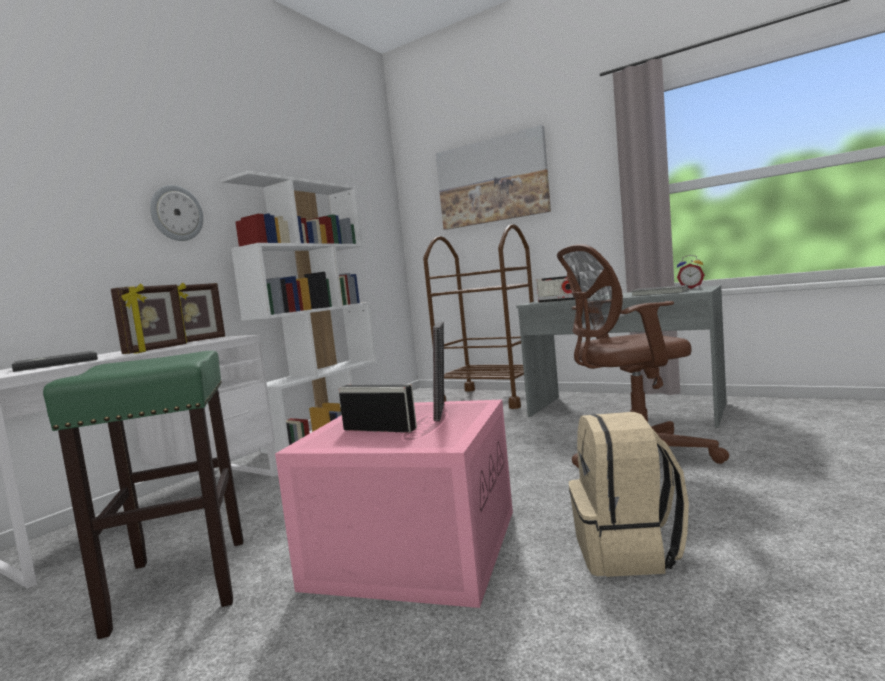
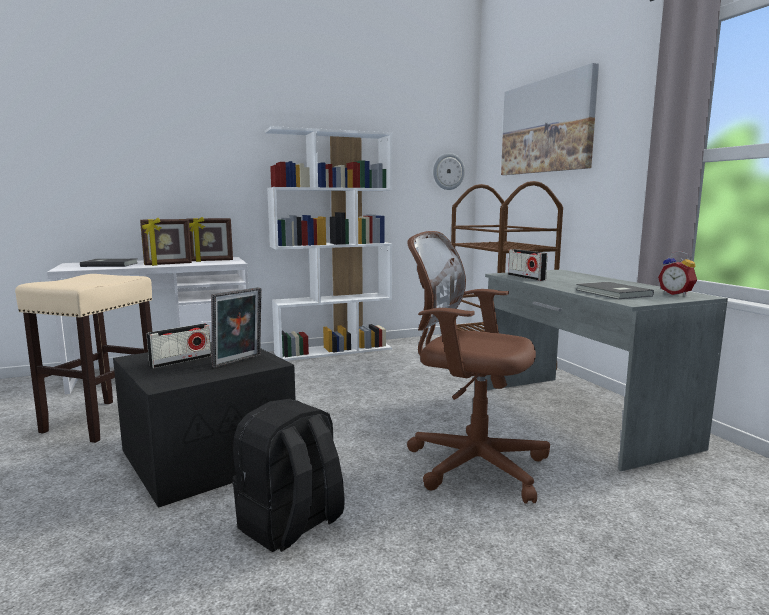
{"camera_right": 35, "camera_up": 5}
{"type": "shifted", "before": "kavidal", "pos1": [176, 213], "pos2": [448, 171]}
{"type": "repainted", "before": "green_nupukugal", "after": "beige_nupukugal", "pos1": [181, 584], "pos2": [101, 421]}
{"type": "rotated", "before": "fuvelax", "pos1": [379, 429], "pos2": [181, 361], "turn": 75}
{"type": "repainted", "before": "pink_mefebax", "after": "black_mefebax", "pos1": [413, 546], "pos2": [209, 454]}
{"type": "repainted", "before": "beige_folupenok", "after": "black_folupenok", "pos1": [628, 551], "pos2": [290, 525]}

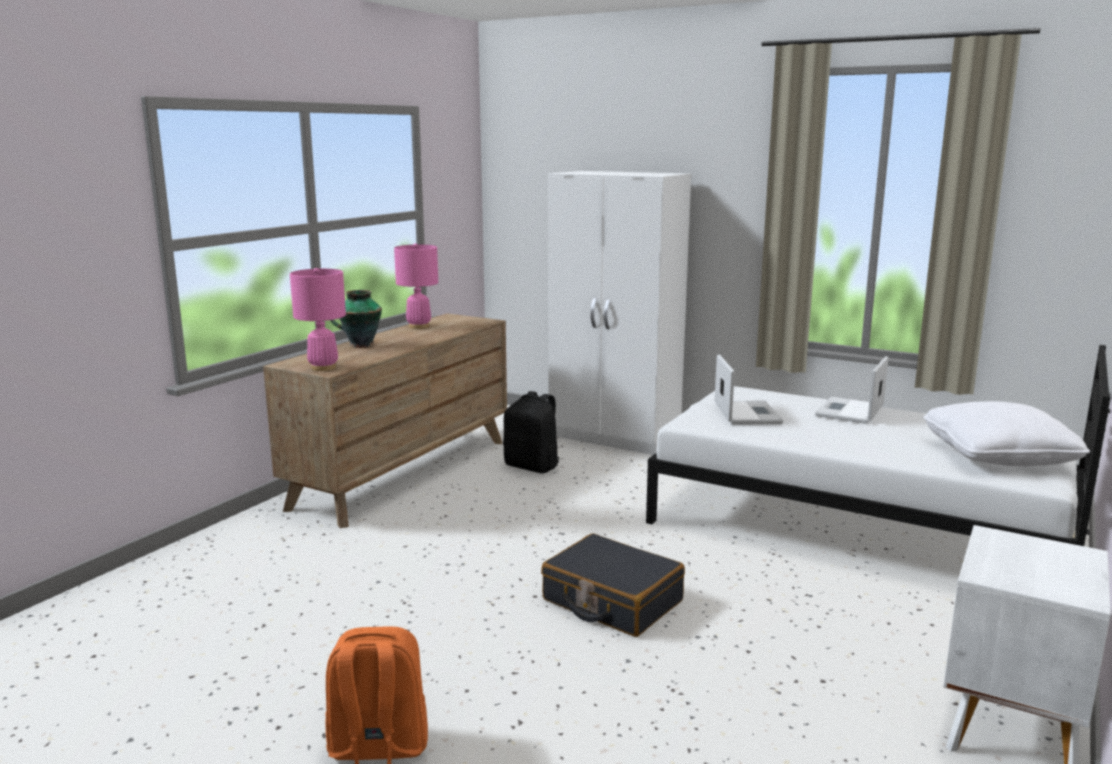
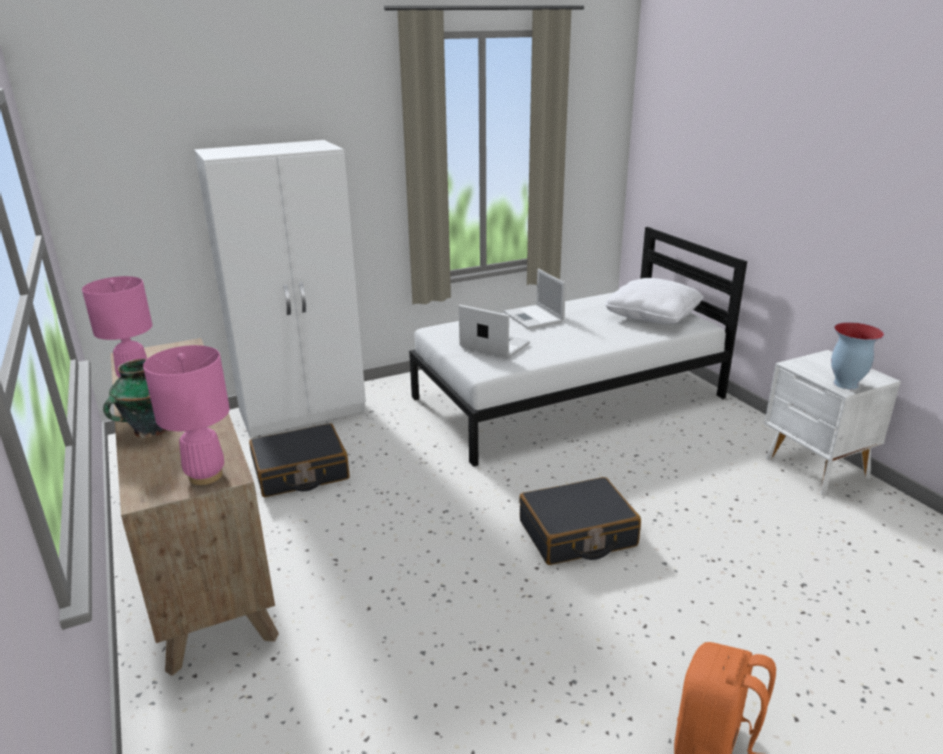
{"camera_right": -55, "camera_up": 10}
{"type": "swapped", "before": "black_folupenok", "after": "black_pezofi", "pos1": [532, 466], "pos2": [300, 472]}
{"type": "new", "after": "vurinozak", "pos2": [845, 384]}

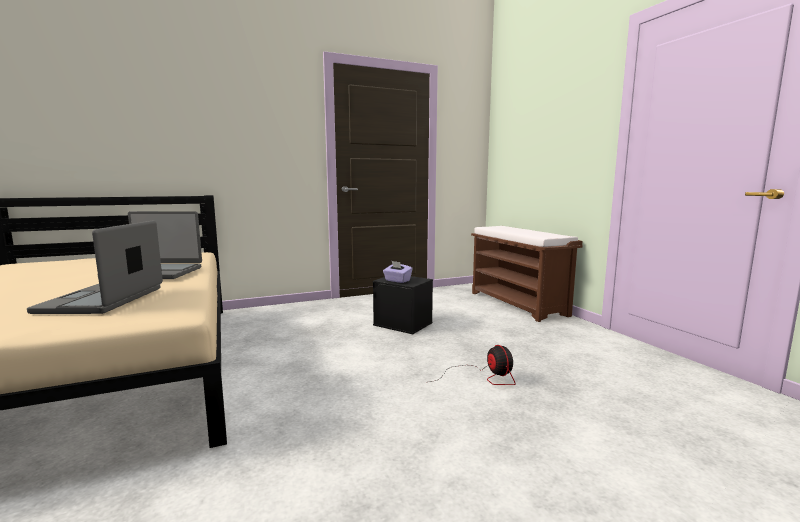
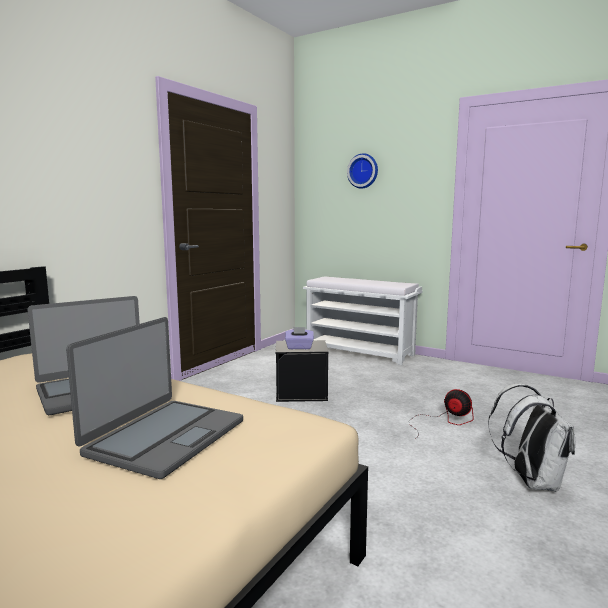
{"camera_right": -35, "camera_up": 0}
{"type": "rotated", "before": "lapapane", "pos1": [104, 300], "pos2": [164, 437], "turn": -120}
{"type": "repainted", "before": "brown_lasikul", "after": "white_lasikul", "pos1": [518, 304], "pos2": [360, 352]}
{"type": "new", "after": "kavidal", "pos2": [363, 171]}
{"type": "new", "after": "white_folupenok", "pos2": [531, 481]}

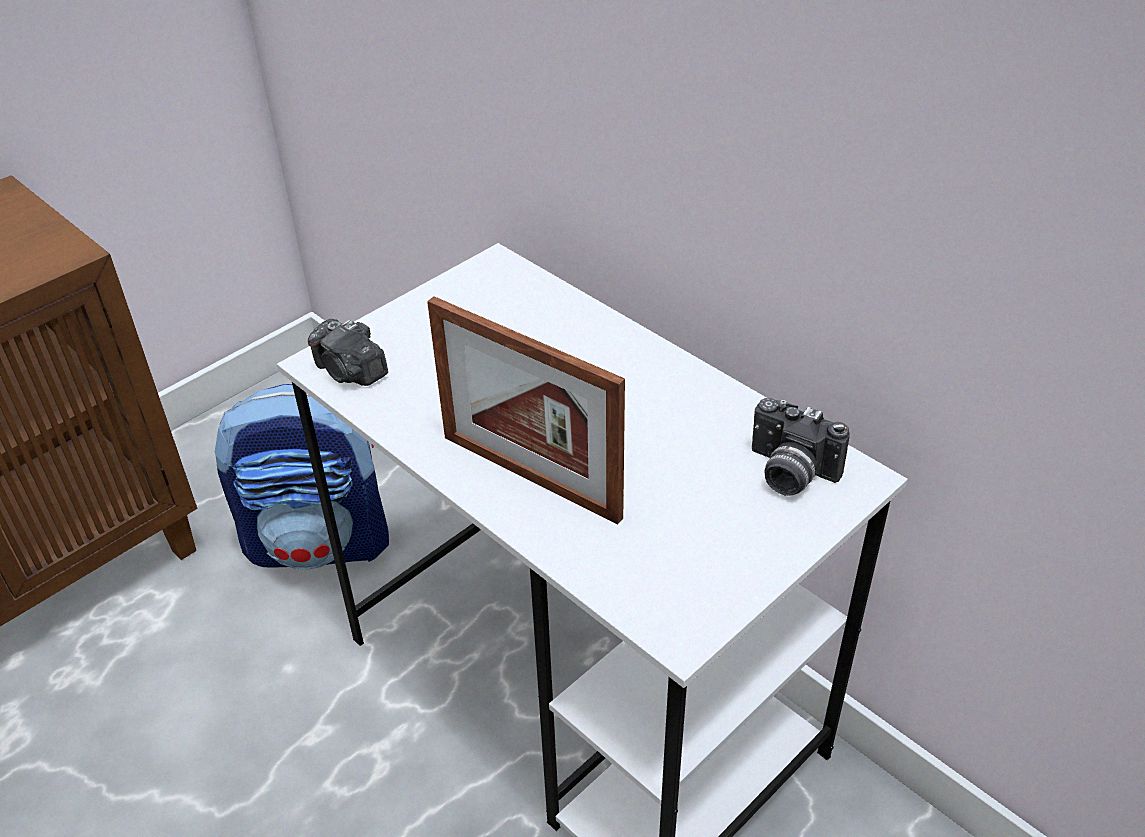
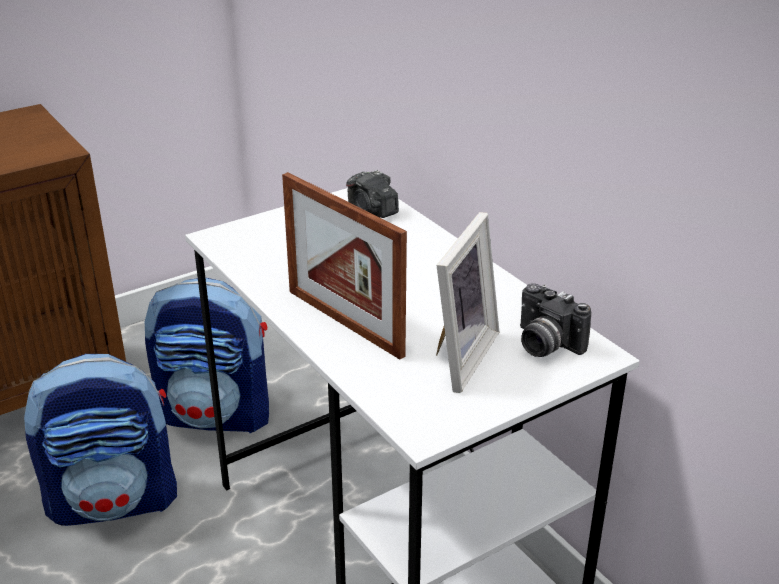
{"camera_right": 10, "camera_up": -10}
{"type": "shifted", "before": "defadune", "pos1": [350, 372], "pos2": [372, 210]}
{"type": "new", "after": "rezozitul", "pos2": [456, 356]}
{"type": "new", "after": "folupenok", "pos2": [115, 500]}

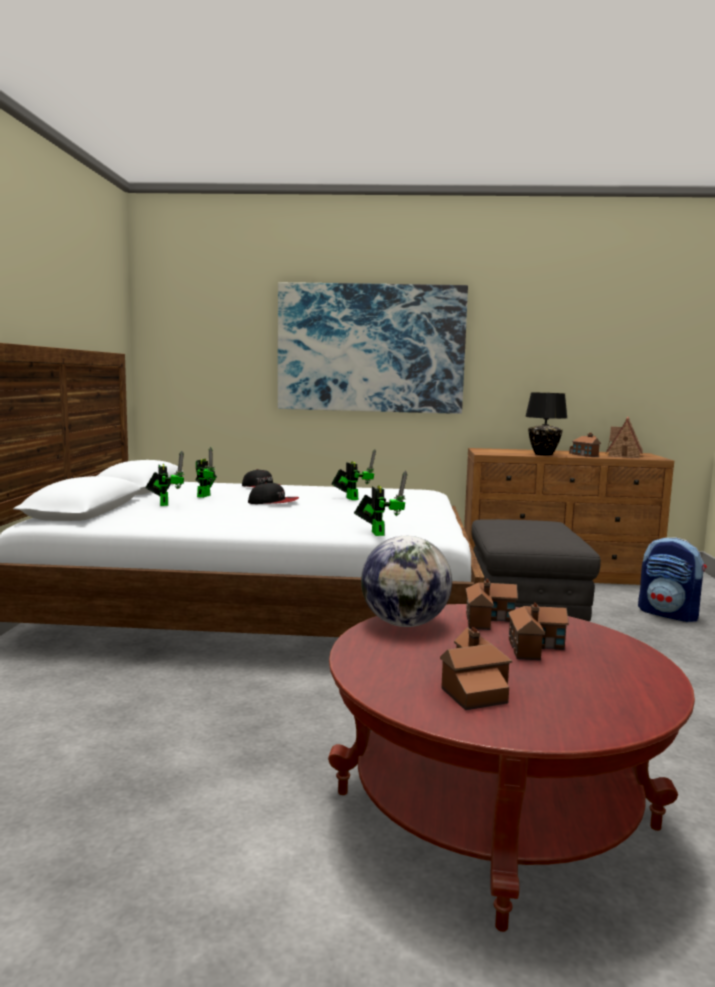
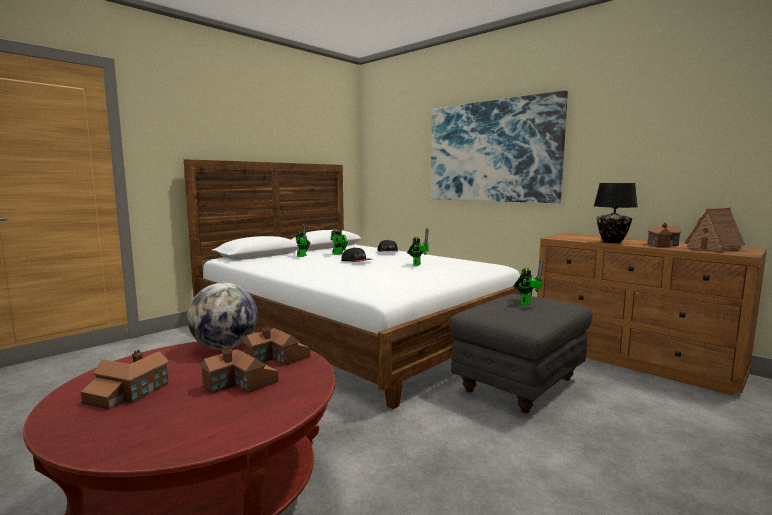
{"camera_right": 40, "camera_up": 0}
{"type": "shifted", "before": "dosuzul", "pos1": [377, 533], "pos2": [526, 303]}
{"type": "gone", "before": "folupenok", "pos1": [669, 614]}

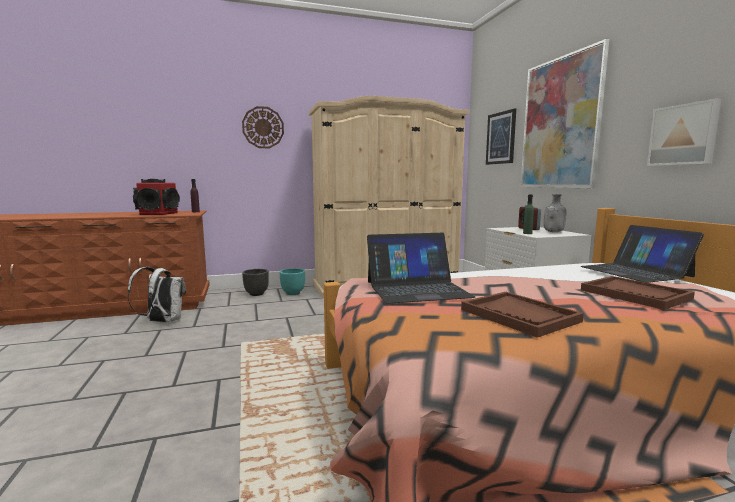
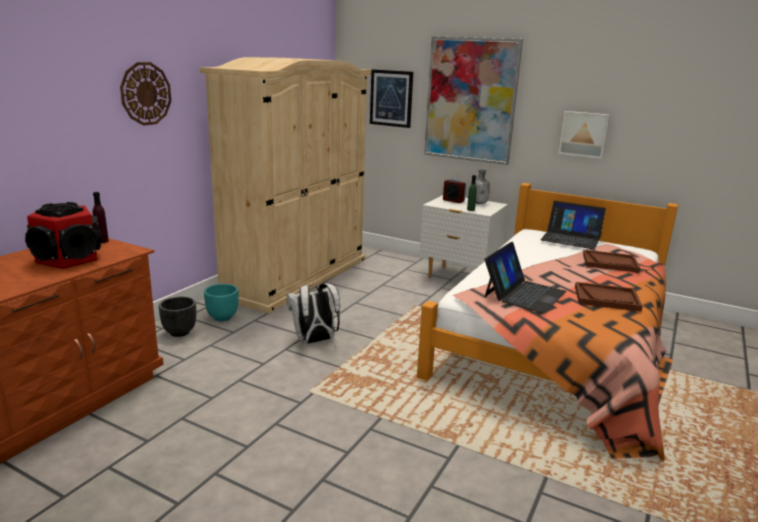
{"camera_right": -45, "camera_up": 10}
{"type": "shifted", "before": "white_folupenok", "pos1": [162, 321], "pos2": [314, 341]}

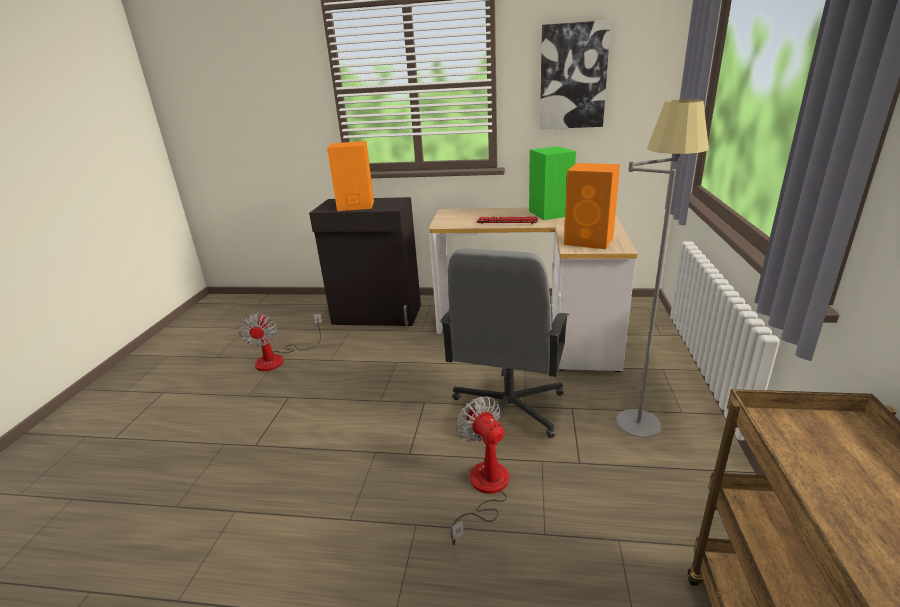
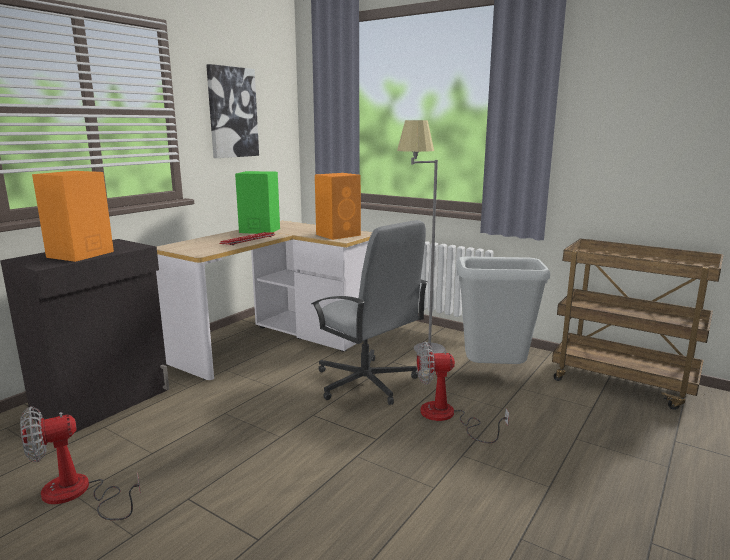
{"camera_right": -65, "camera_up": -10}
{"type": "rotated", "before": "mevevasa", "pos1": [279, 358], "pos2": [77, 494], "turn": 135}
{"type": "new", "after": "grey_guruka", "pos2": [494, 372]}

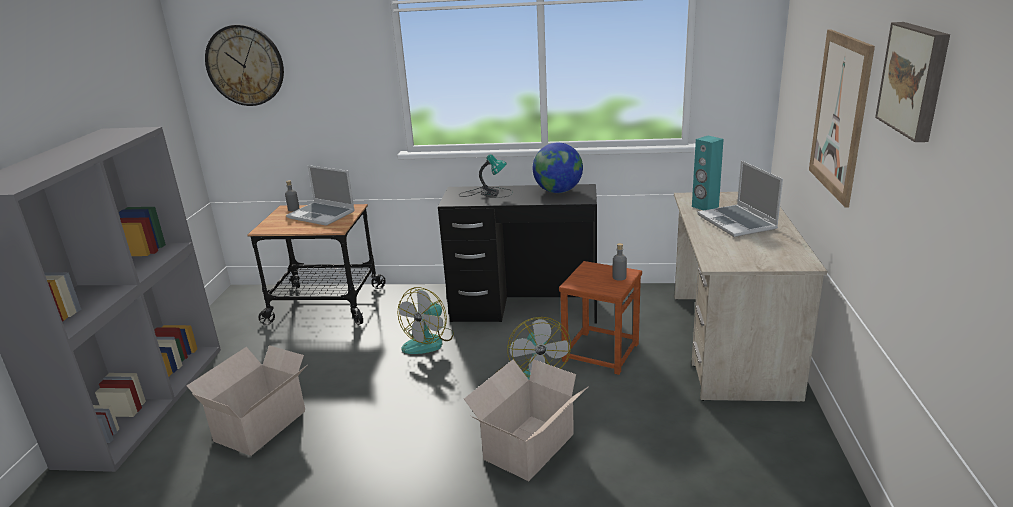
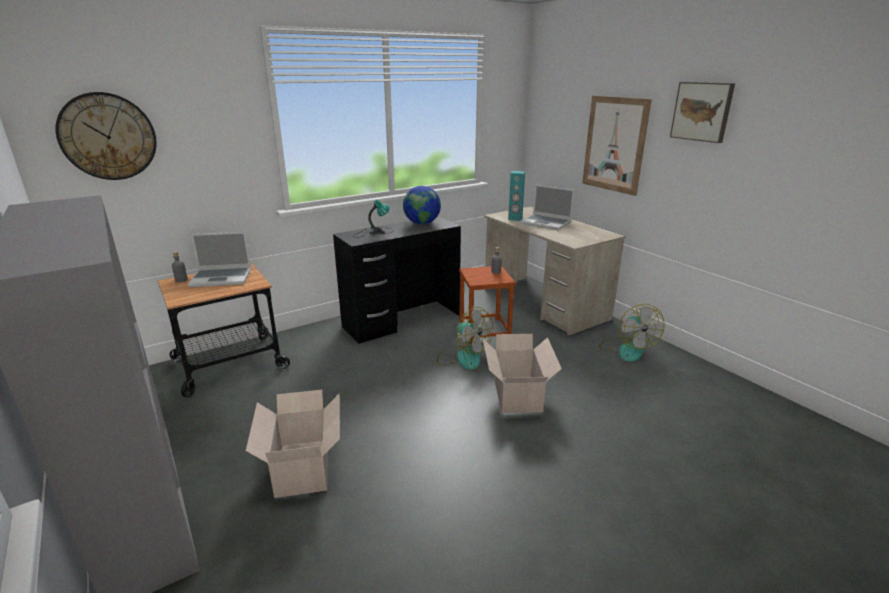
{"camera_right": -40, "camera_up": 0}
{"type": "shifted", "before": "mevevasa", "pos1": [429, 341], "pos2": [627, 349]}

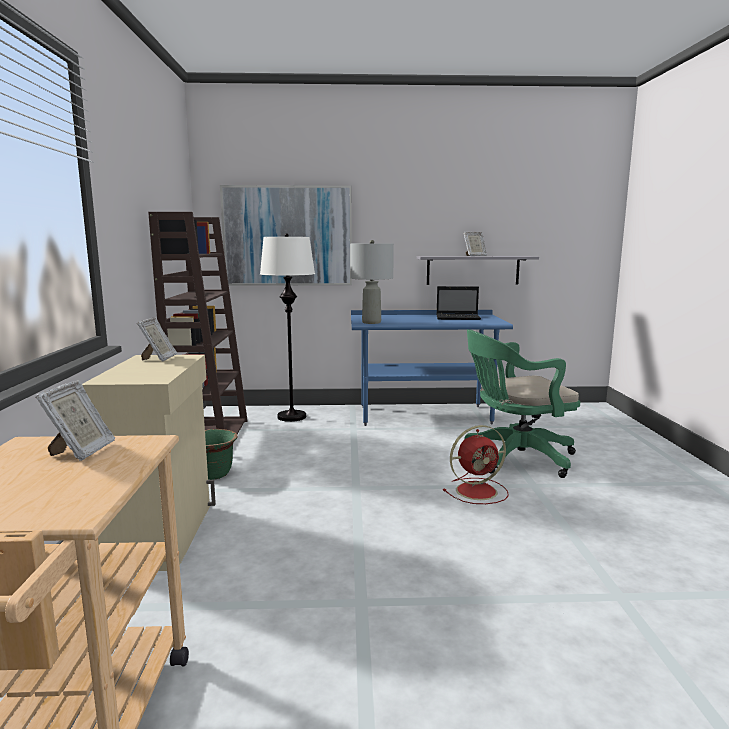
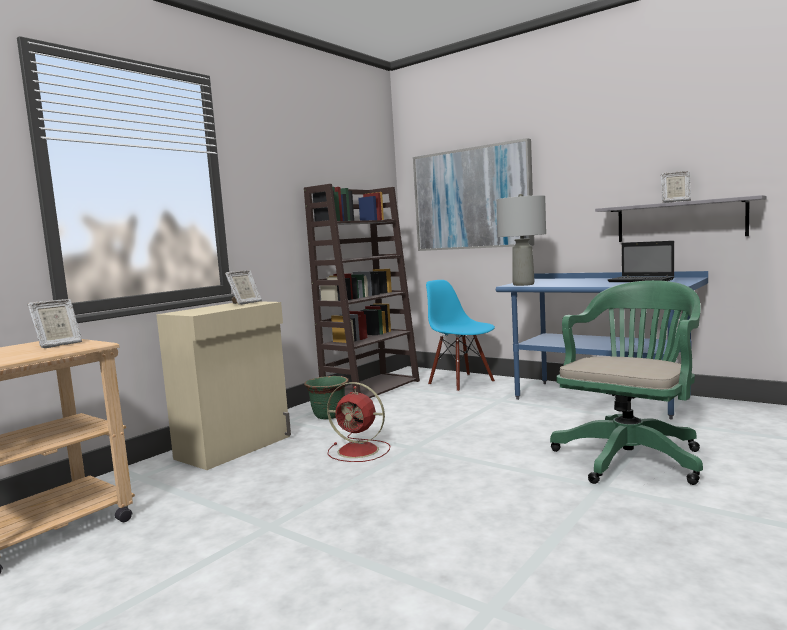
{"camera_right": 40, "camera_up": -5}
{"type": "swapped", "before": "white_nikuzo", "after": "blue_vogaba", "pos1": [291, 417], "pos2": [461, 382]}
{"type": "rotated", "before": "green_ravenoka", "pos1": [514, 458], "pos2": [631, 456], "turn": 105}
{"type": "shifted", "before": "red_mevevasa", "pos1": [478, 491], "pos2": [360, 451]}

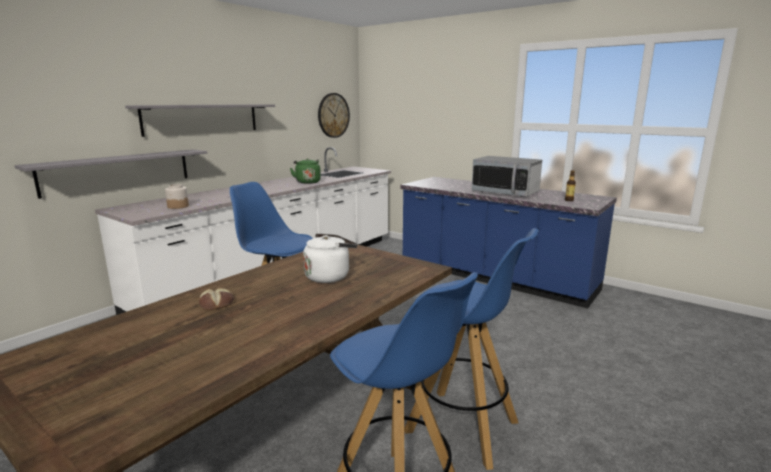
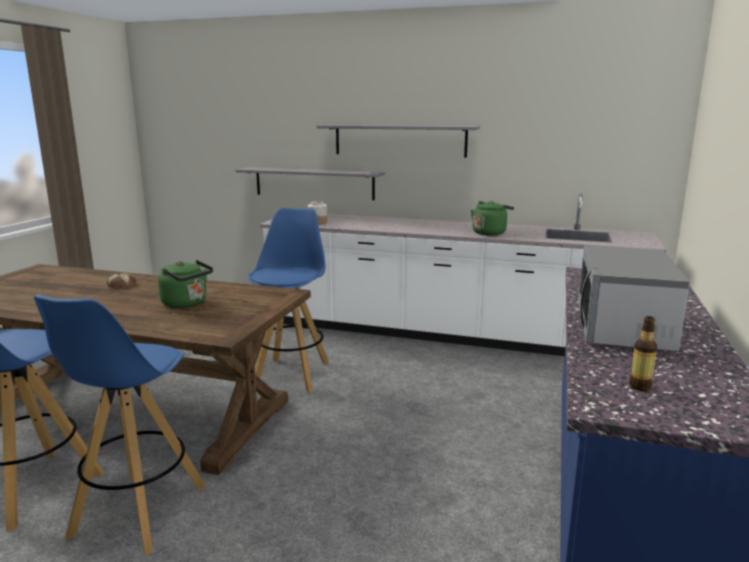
{"camera_right": 70, "camera_up": 0}
{"type": "gone", "before": "kavidal", "pos1": [333, 115]}
{"type": "repainted", "before": "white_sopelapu", "after": "green_sopelapu", "pos1": [329, 276], "pos2": [187, 304]}

